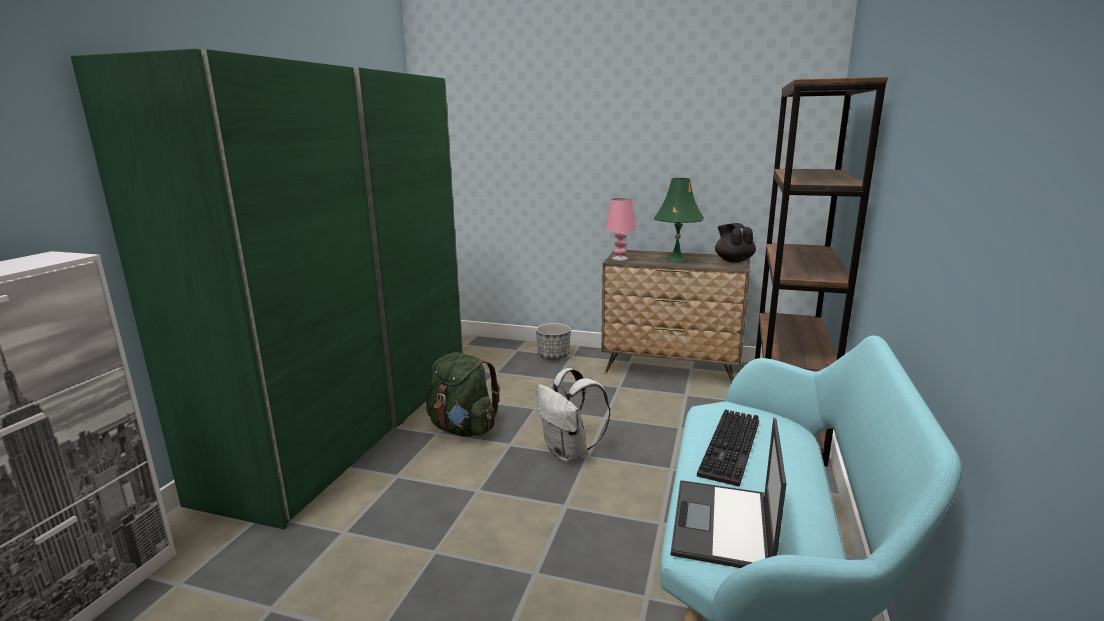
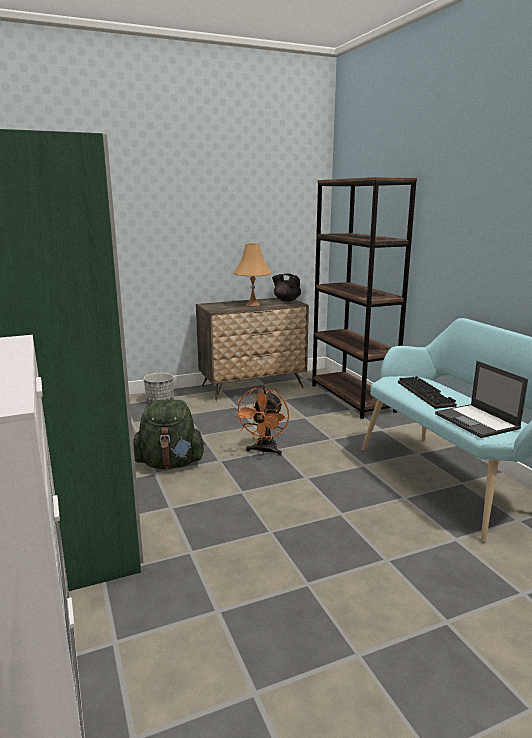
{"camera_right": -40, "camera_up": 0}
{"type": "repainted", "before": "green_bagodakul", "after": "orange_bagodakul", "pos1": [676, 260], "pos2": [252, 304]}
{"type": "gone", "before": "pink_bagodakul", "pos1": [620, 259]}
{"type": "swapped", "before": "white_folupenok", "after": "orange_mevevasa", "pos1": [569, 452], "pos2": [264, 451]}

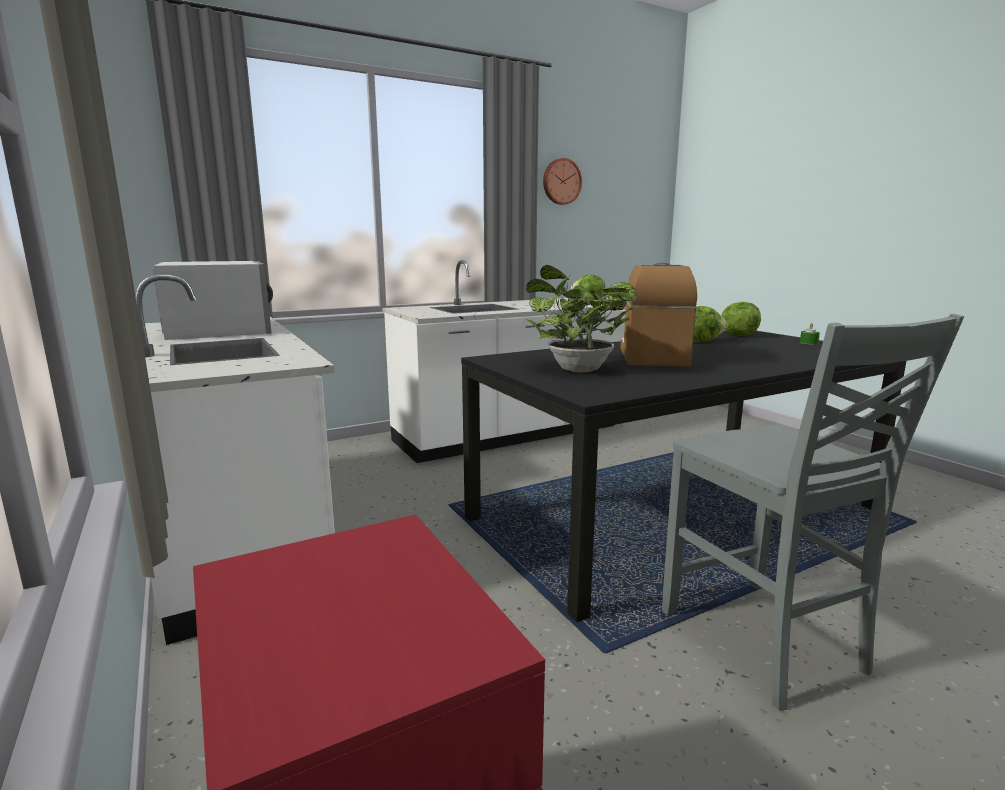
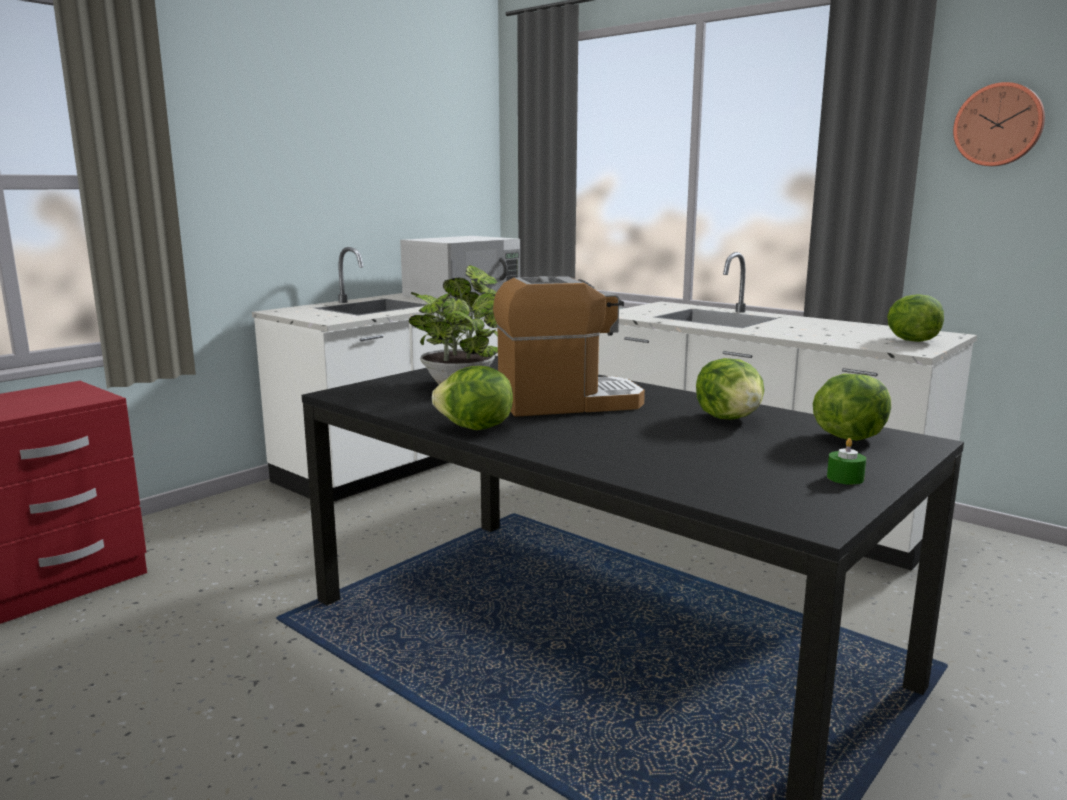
{"camera_right": 70, "camera_up": 0}
{"type": "gone", "before": "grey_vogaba", "pos1": [764, 642]}
{"type": "new", "after": "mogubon", "pos2": [475, 428]}

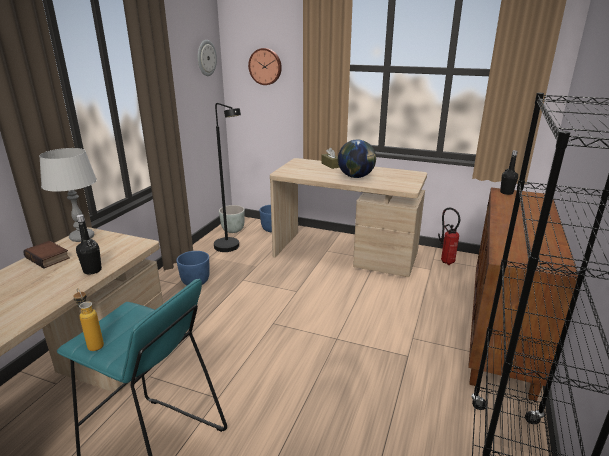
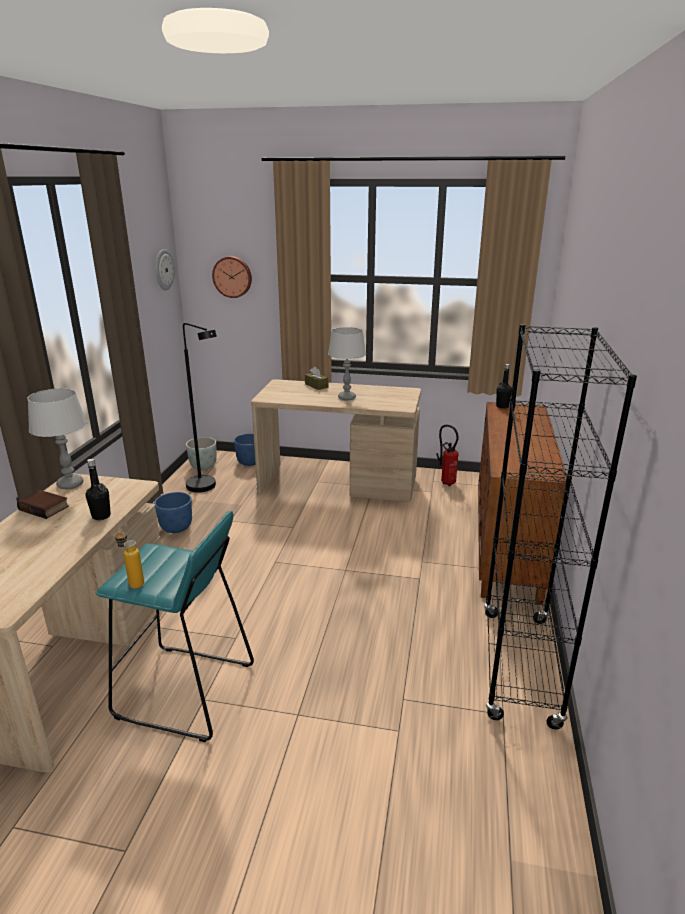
{"camera_right": -10, "camera_up": 0}
{"type": "swapped", "before": "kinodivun", "after": "grey_bagodakul", "pos1": [356, 177], "pos2": [347, 398]}

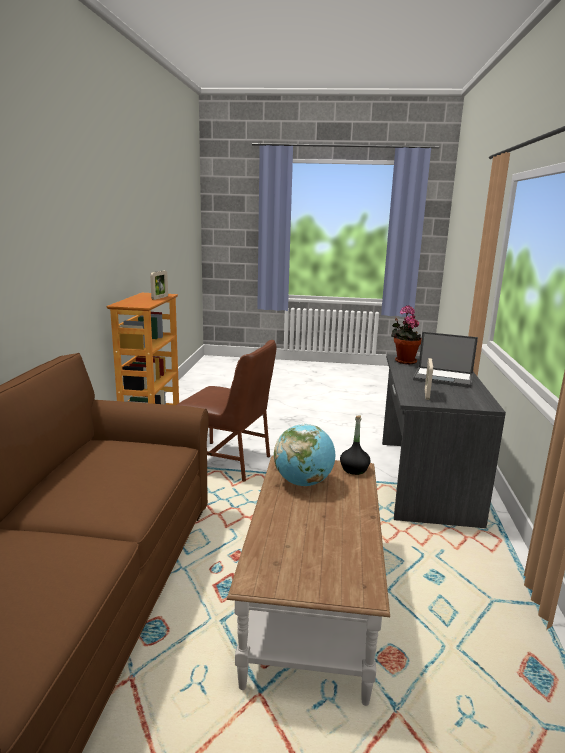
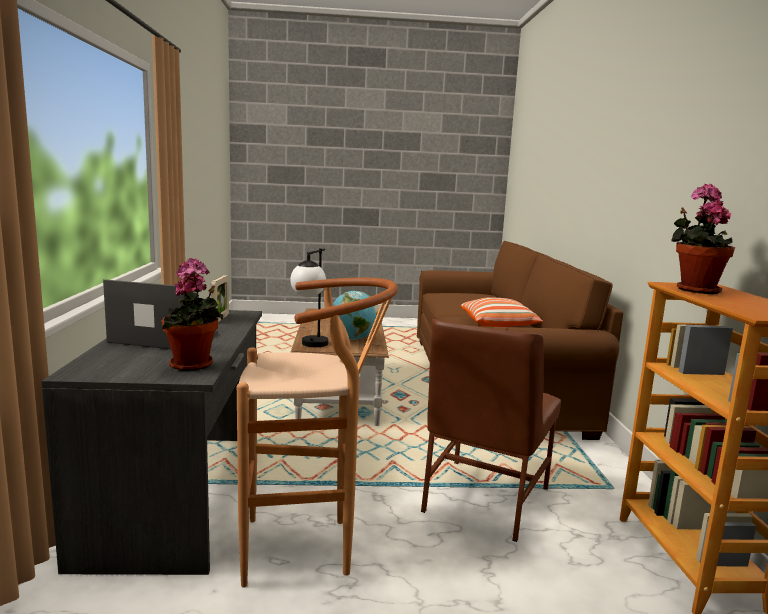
{"camera_right": 170, "camera_up": -5}
{"type": "gone", "before": "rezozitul", "pos1": [159, 298]}
{"type": "rotated", "before": "brown_vogaba", "pos1": [227, 462], "pos2": [483, 499], "turn": -75}
{"type": "swapped", "before": "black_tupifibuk", "after": "bagodakul", "pos1": [354, 469], "pos2": [310, 346]}
{"type": "new", "after": "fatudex", "pos2": [694, 290]}
{"type": "new", "after": "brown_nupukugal", "pos2": [309, 548]}
{"type": "new", "after": "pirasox", "pos2": [499, 325]}

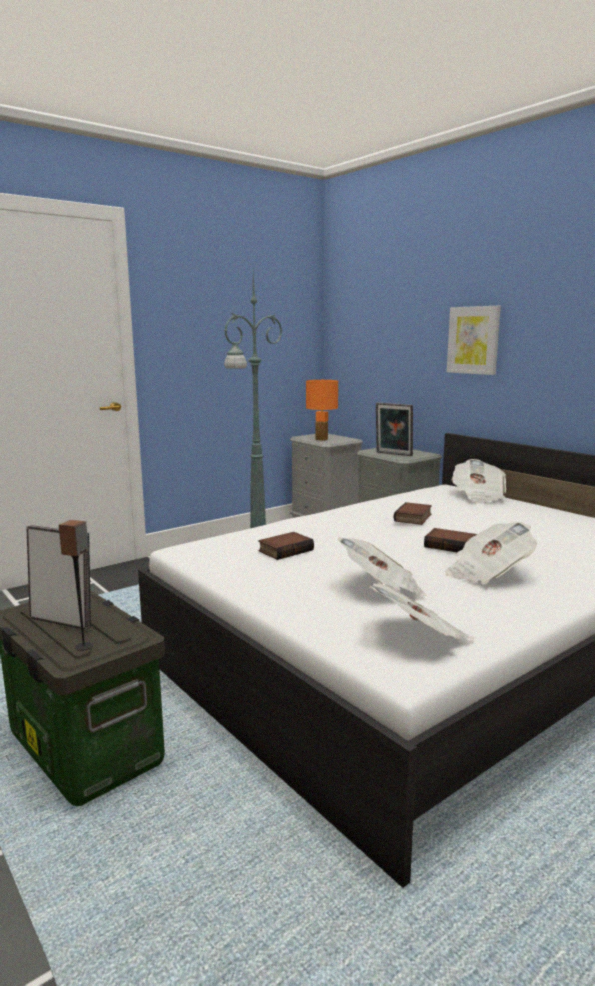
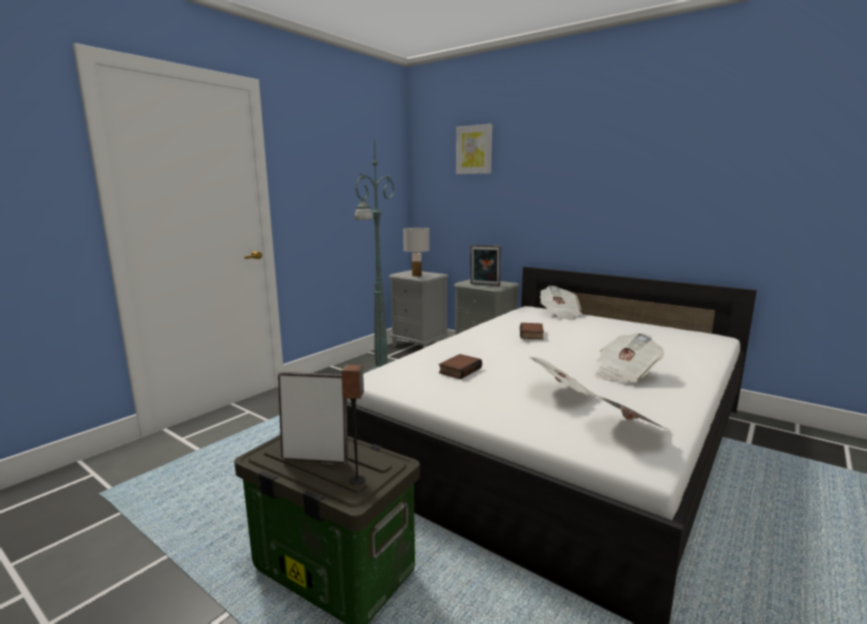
{"camera_right": -15, "camera_up": 0}
{"type": "shifted", "before": "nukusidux", "pos1": [473, 340], "pos2": [474, 150]}
{"type": "repainted", "before": "orange_bagodakul", "after": "white_bagodakul", "pos1": [322, 439], "pos2": [417, 275]}
{"type": "gone", "before": "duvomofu", "pos1": [451, 545]}

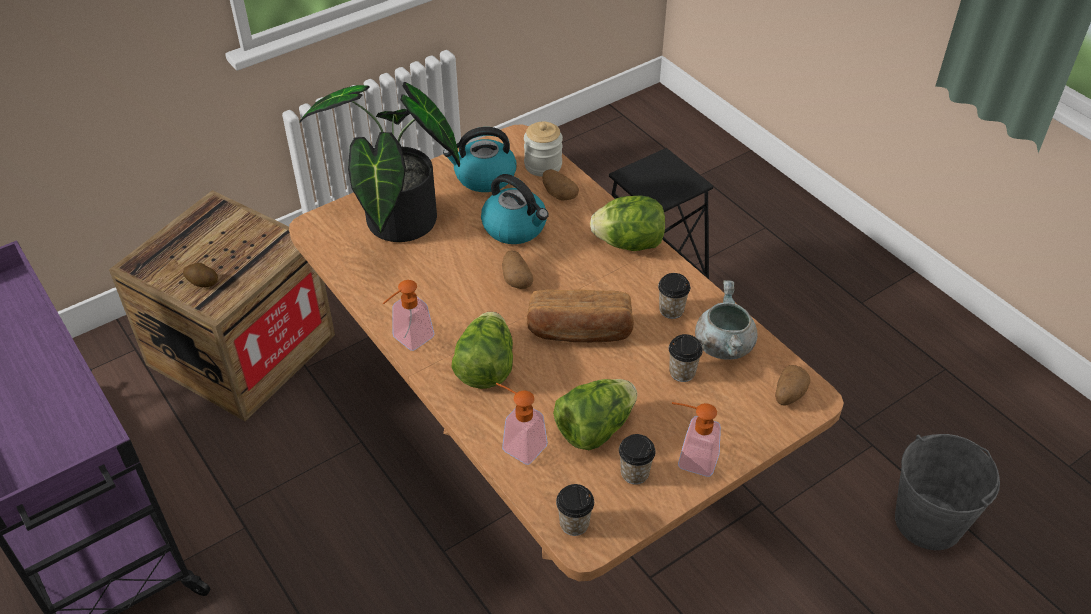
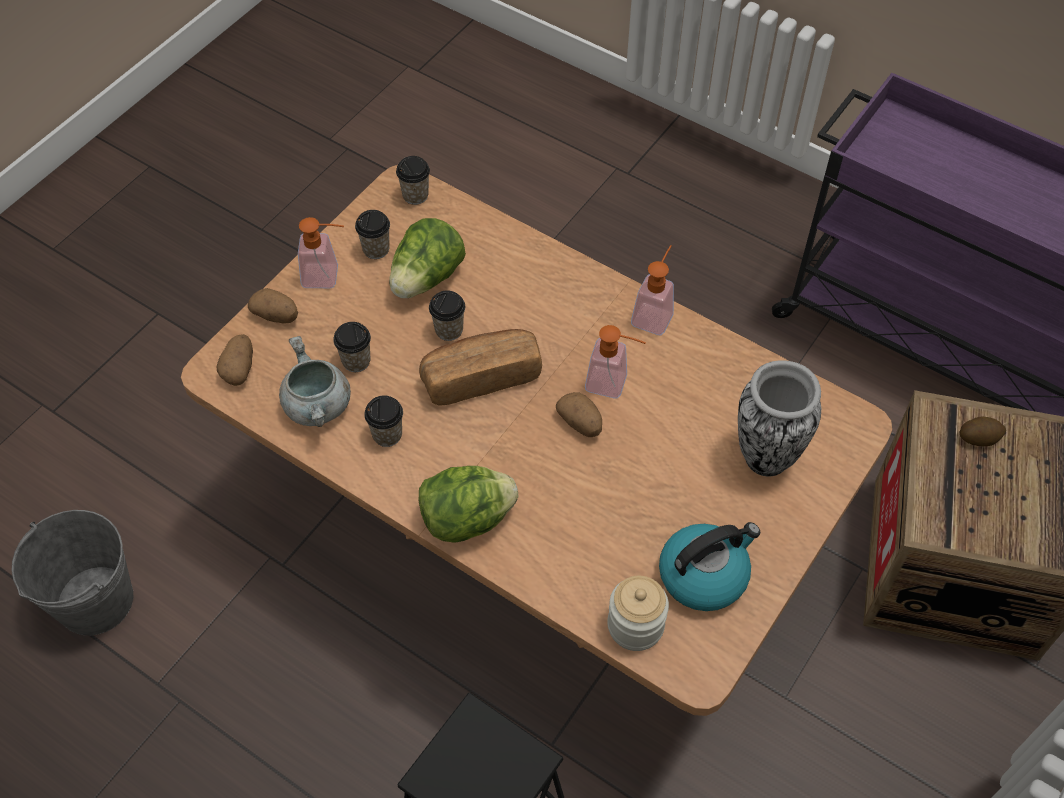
{"camera_right": 160, "camera_up": 10}
{"type": "swapped", "before": "fatudex", "after": "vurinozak", "pos1": [395, 225], "pos2": [765, 456]}
{"type": "shifted", "before": "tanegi", "pos1": [558, 194], "pos2": [276, 315]}
{"type": "gone", "before": "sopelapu", "pos1": [515, 227]}
{"type": "gone", "before": "mogubon", "pos1": [485, 367]}
{"type": "shifted", "before": "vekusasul", "pos1": [518, 444], "pos2": [613, 384]}
{"type": "new", "after": "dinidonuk", "pos2": [449, 330]}

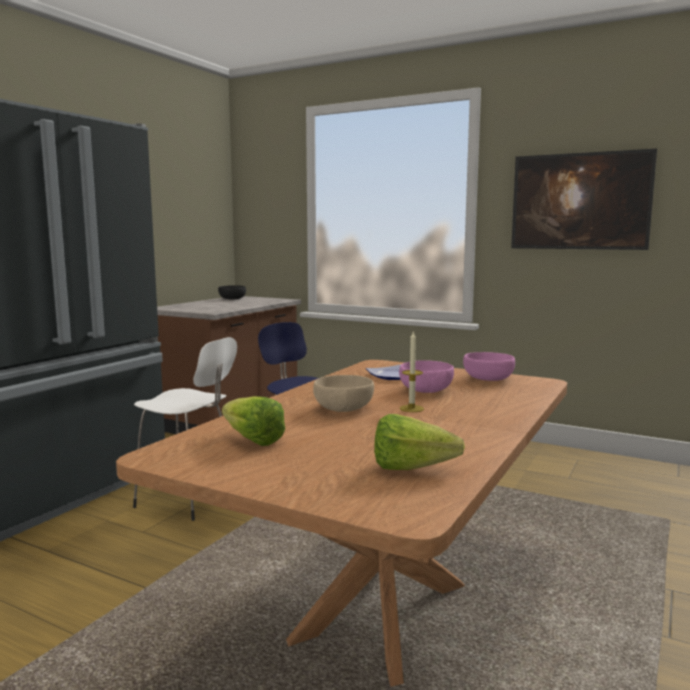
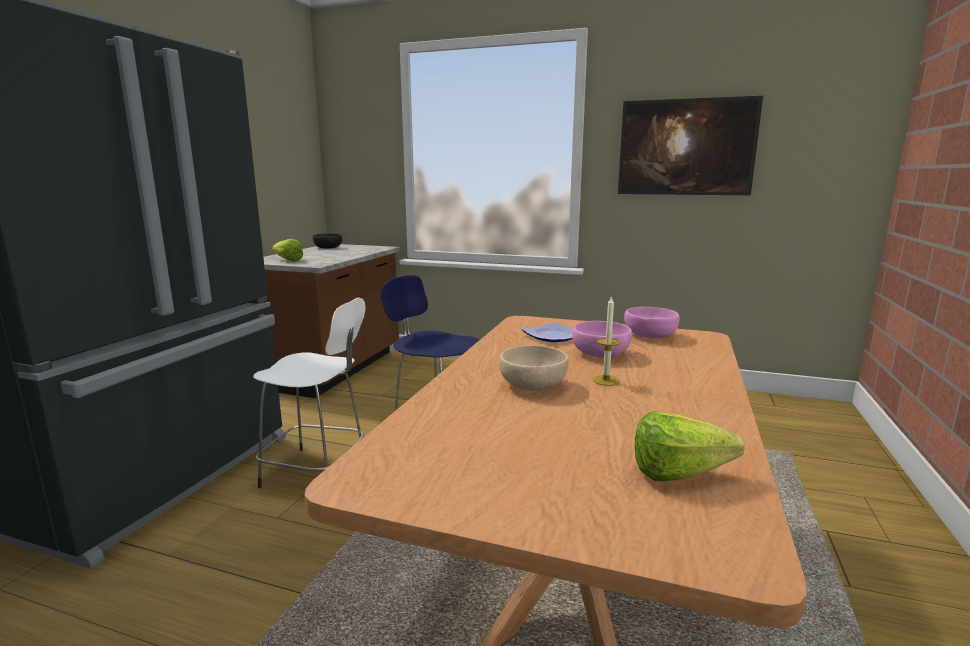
{"camera_right": -10, "camera_up": 5}
{"type": "shifted", "before": "mogubon", "pos1": [250, 439], "pos2": [286, 260]}

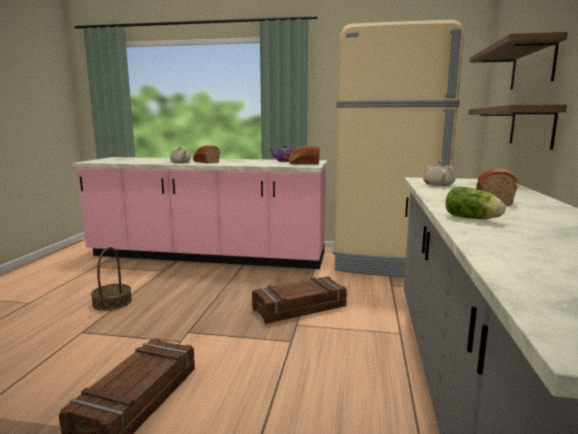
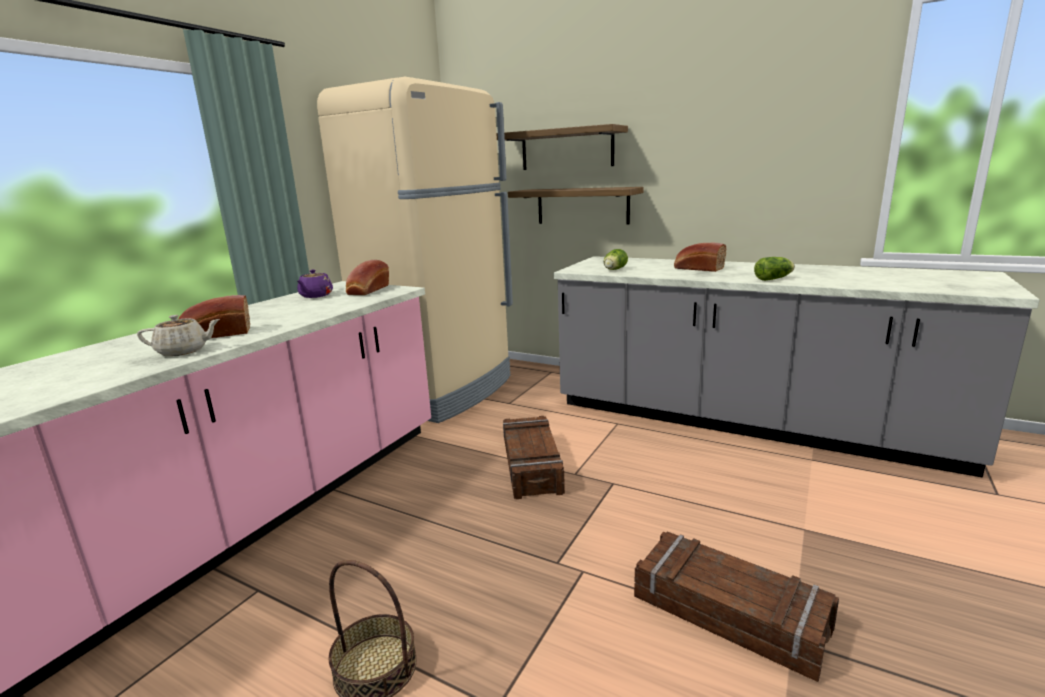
{"camera_right": -70, "camera_up": 5}
{"type": "swapped", "before": "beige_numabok", "after": "mogubon", "pos1": [438, 184], "pos2": [614, 270]}

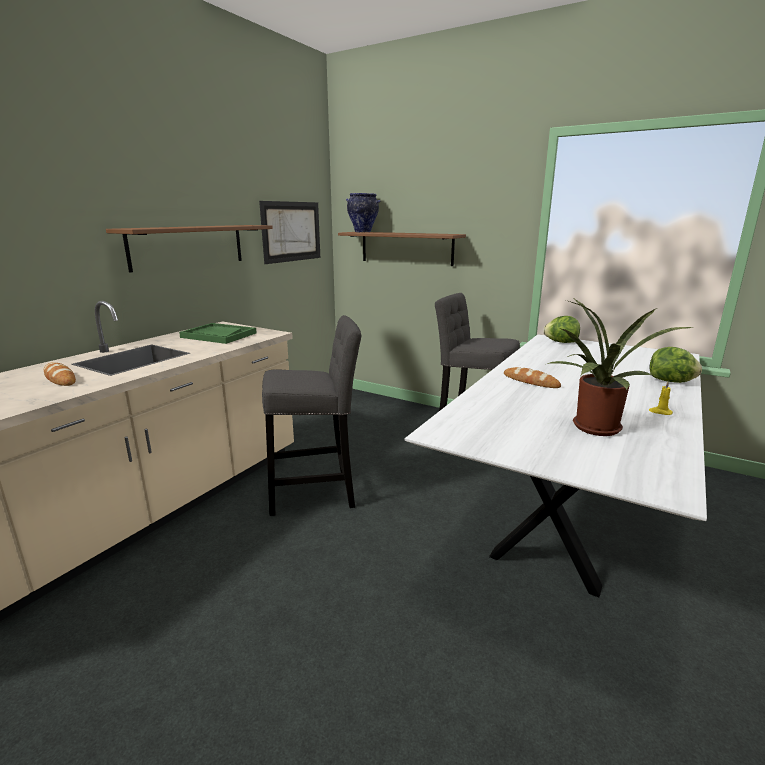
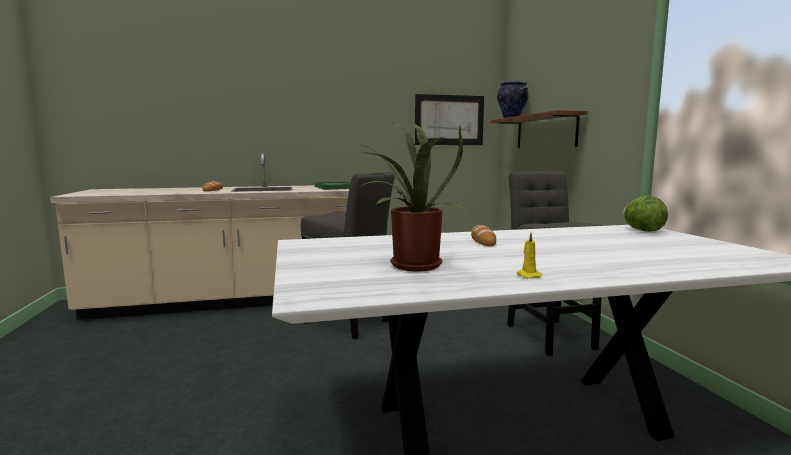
{"camera_right": 45, "camera_up": -10}
{"type": "gone", "before": "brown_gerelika", "pos1": [188, 246]}
{"type": "gone", "before": "mogubon", "pos1": [671, 381]}

